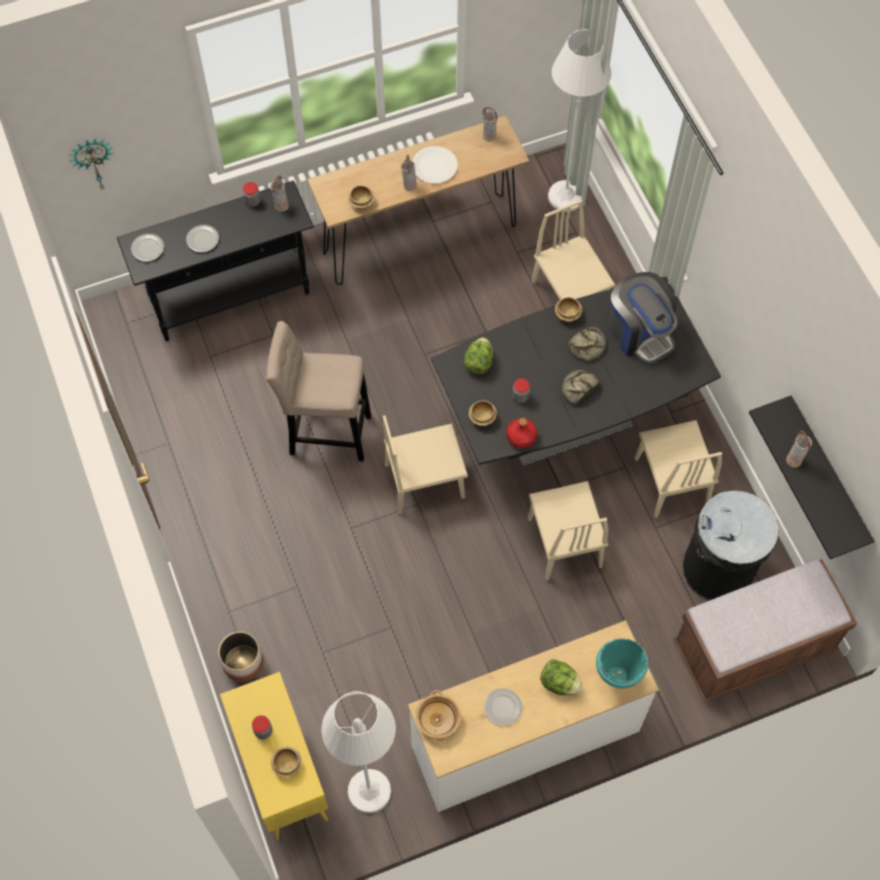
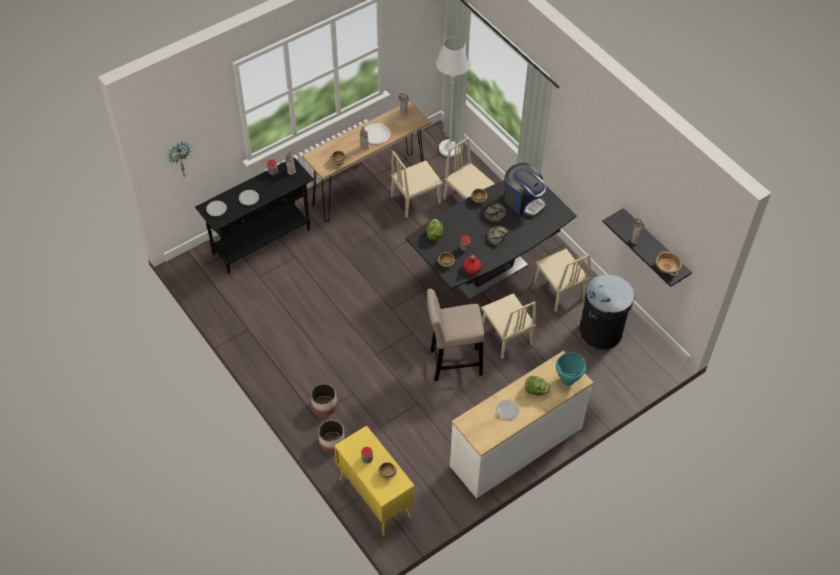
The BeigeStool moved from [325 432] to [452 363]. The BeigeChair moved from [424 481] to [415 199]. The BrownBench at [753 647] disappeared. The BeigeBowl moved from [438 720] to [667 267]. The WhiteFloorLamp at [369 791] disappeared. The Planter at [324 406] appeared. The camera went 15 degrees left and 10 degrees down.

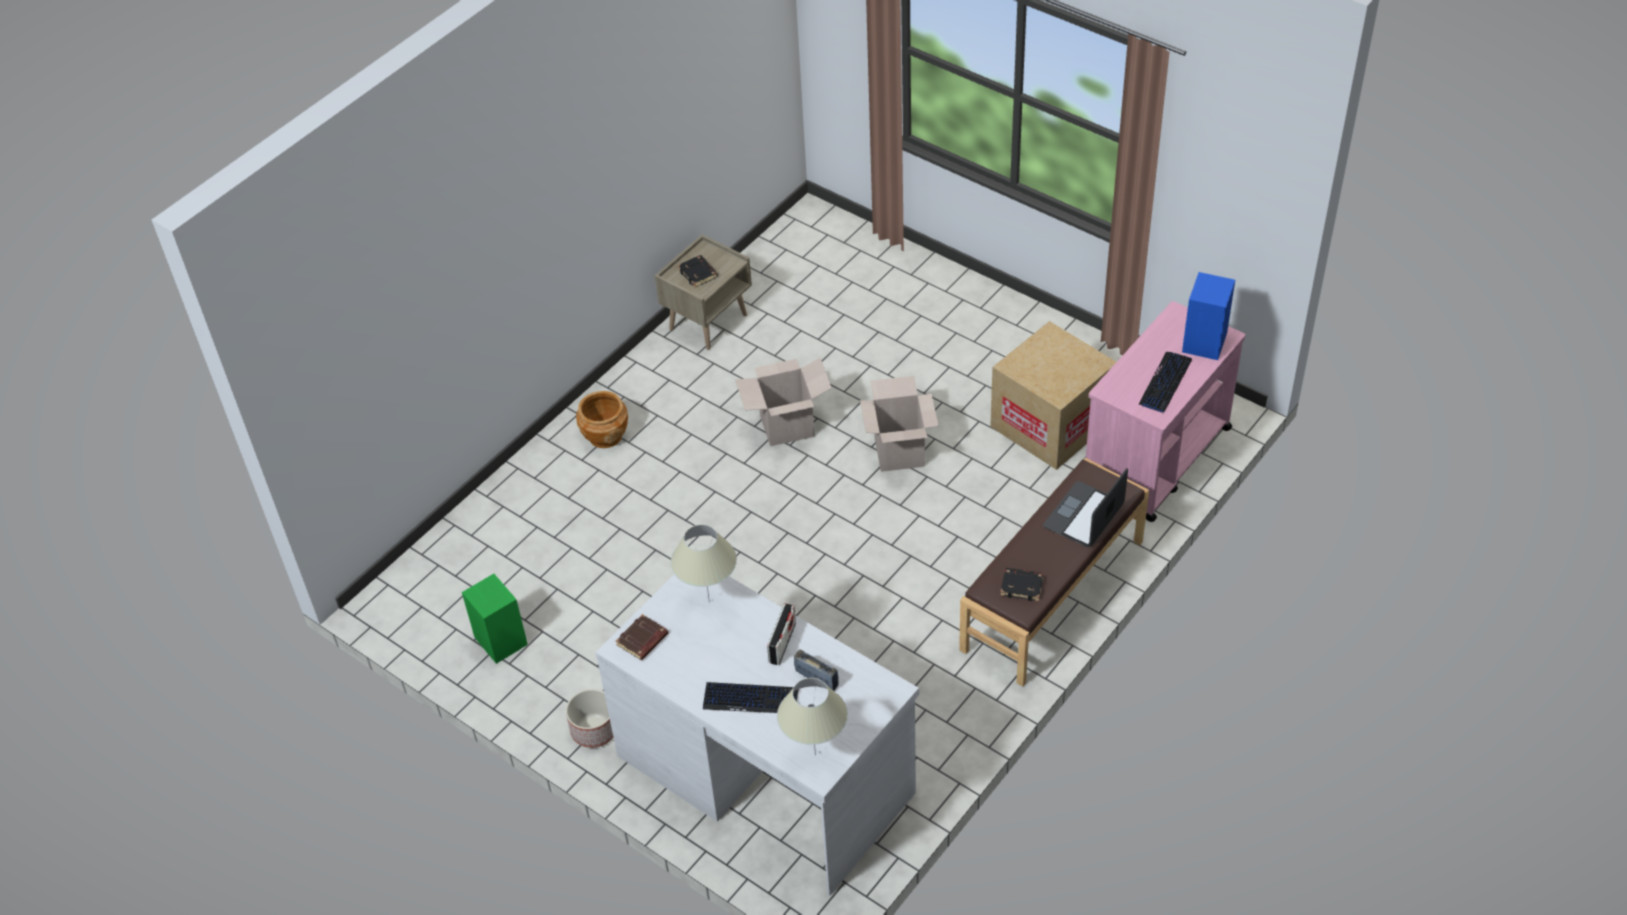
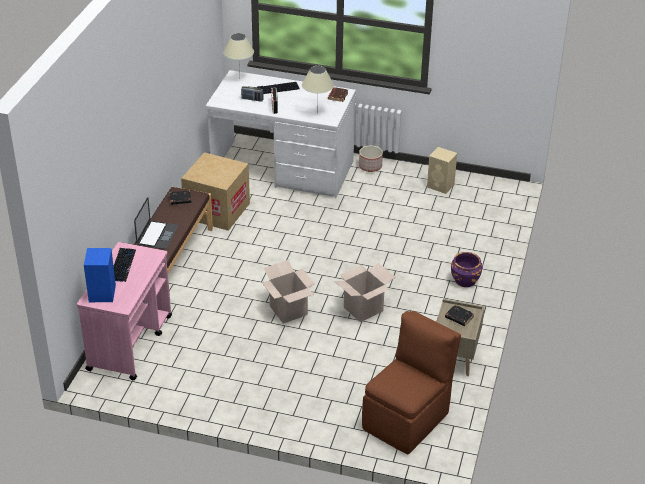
The CardboardBox moved from [1051 424] to [217 211]. The BrownPlanter at [605 435] became the PurplePlanter at [465 280]. The GreenSpeaker at [500 640] became the BeigeSpeaker at [441 186]. The BrownChair at [407 419] appeared. The camera went 155 degrees right and 10 degrees down.

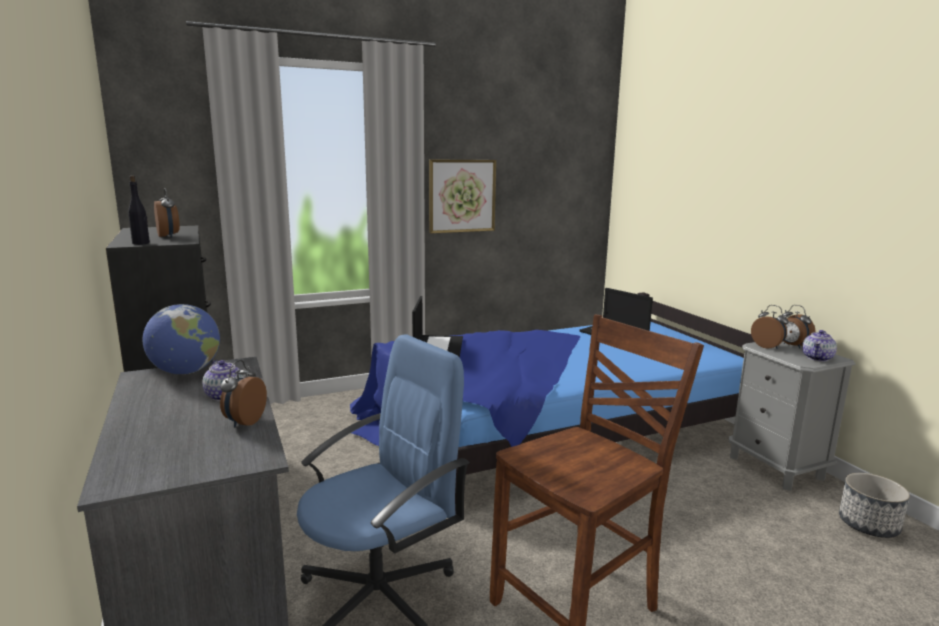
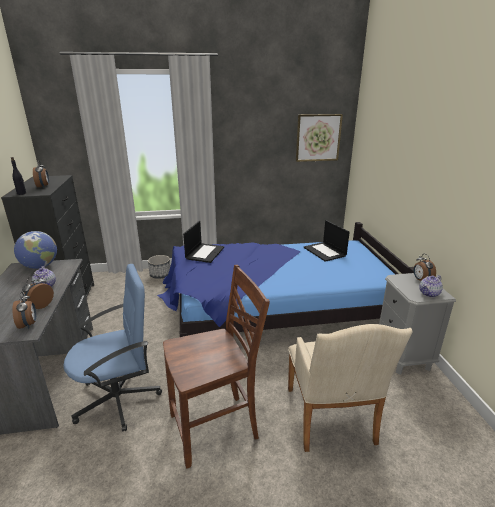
The Picture moved from [462 196] to [318 138]. The AlarmClock moved from [768 346] to [28 324]. The Planter moved from [869 525] to [160 275]. The BeigeArmchair at [331 420] appeared. The camera went 15 degrees right and 10 degrees up.

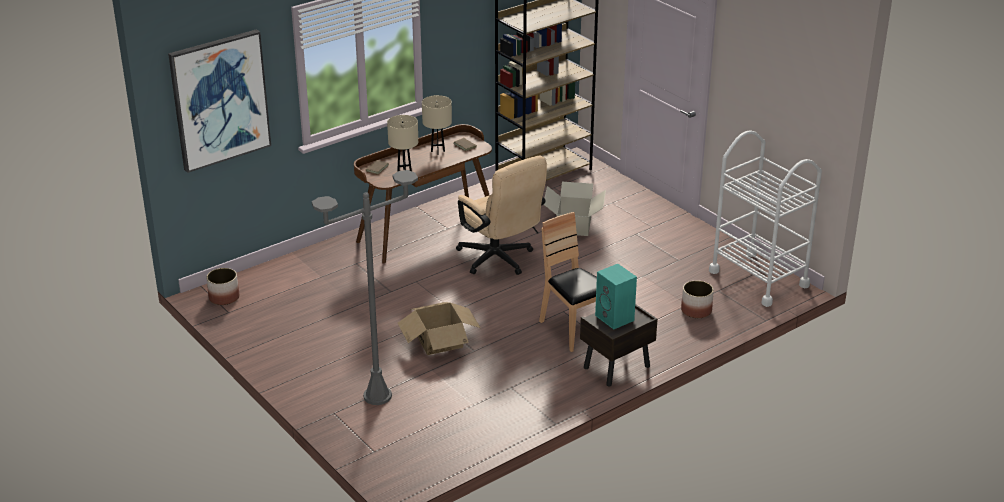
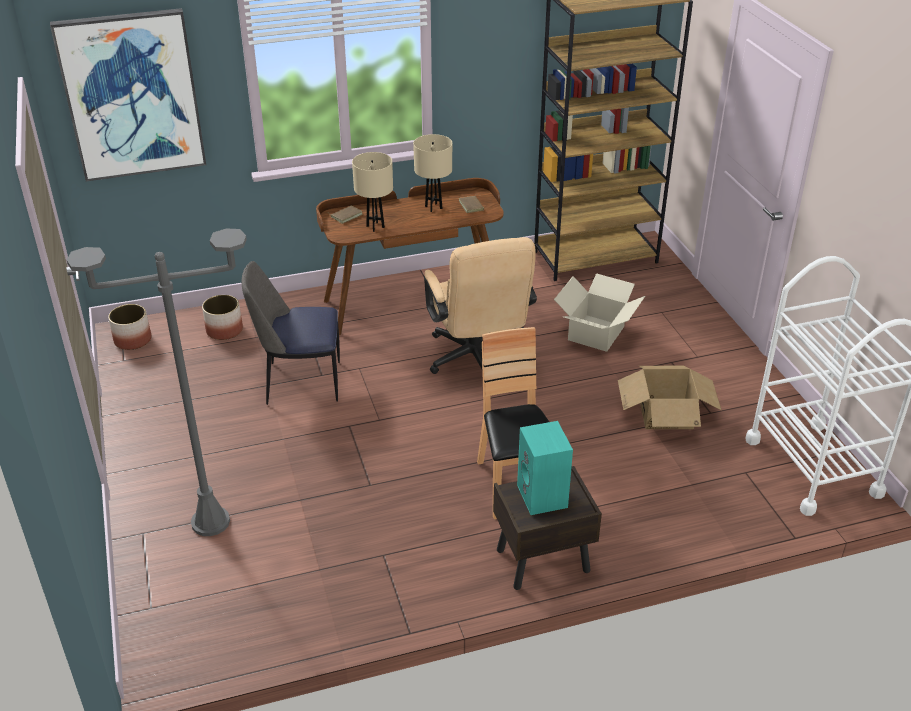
The Planter moved from [696 311] to [224 330]. The CardboardBox moved from [439 341] to [666 414]. The Chair at [300 382] appeared. The camera went 20 degrees right and 5 degrees up.

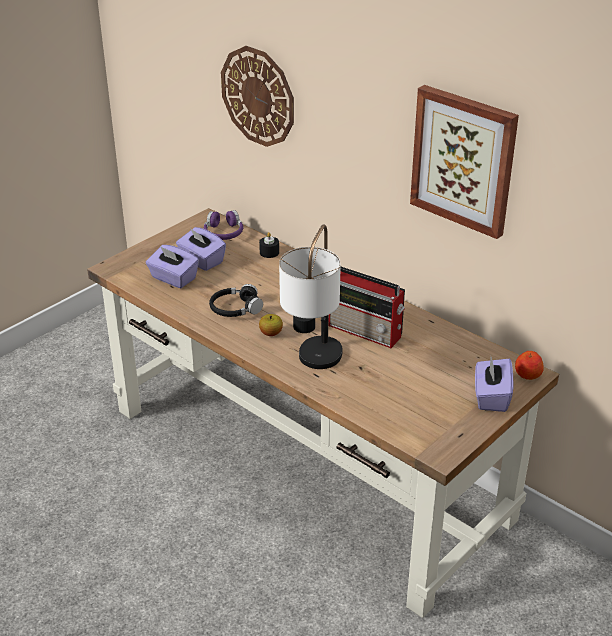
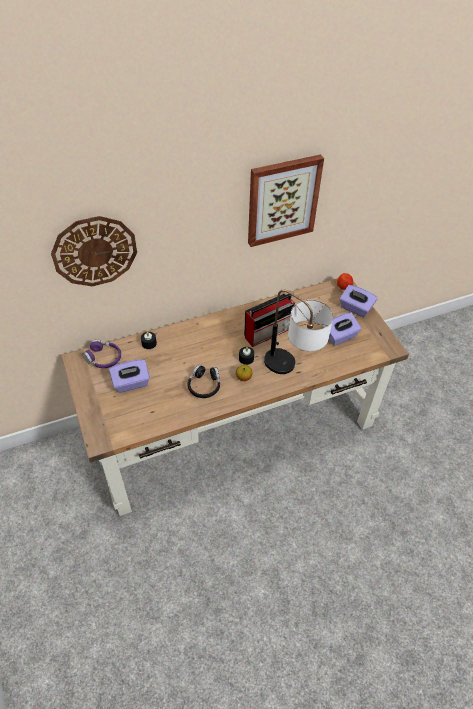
The PurpleTissueBox moved from [173 278] to [340 336]. The camera went 65 degrees left and 15 degrees up.

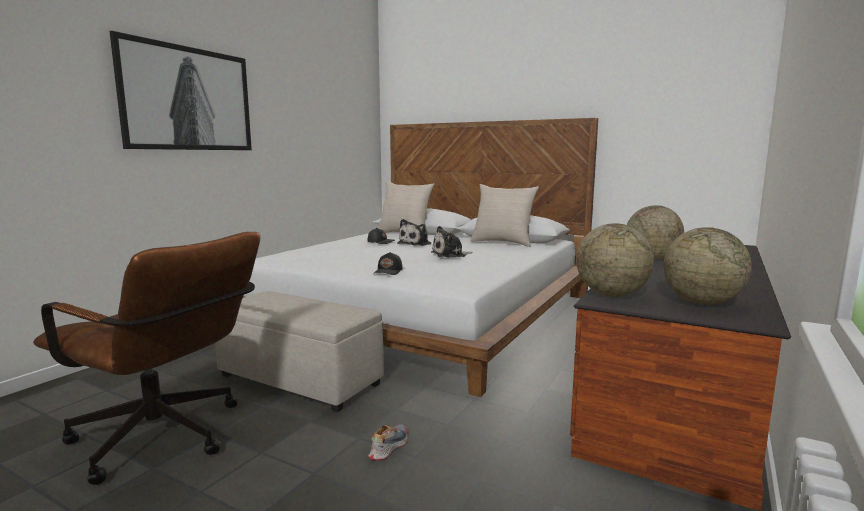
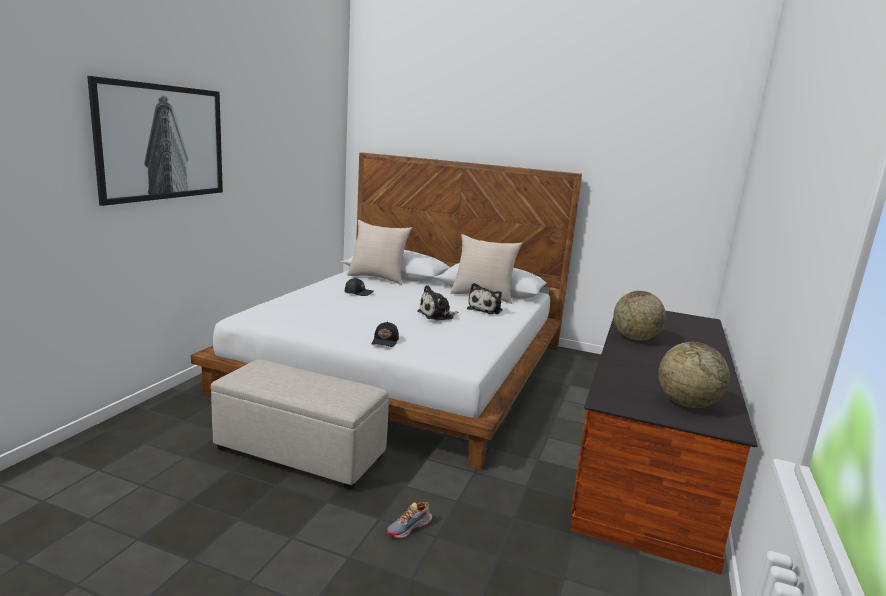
The PlushToy moved from [416 244] to [486 309]. The Globe at [611 295] disappeared. The BrownOfficeChair at [167 439] disappeared. The Shoe at [388 447] turned 150 degrees counterclockwise. The camera went 10 degrees left and 5 degrees up.

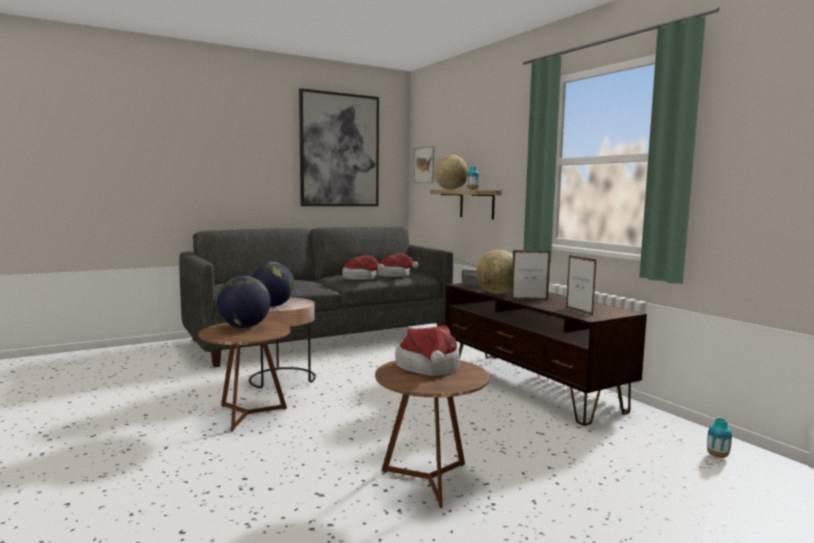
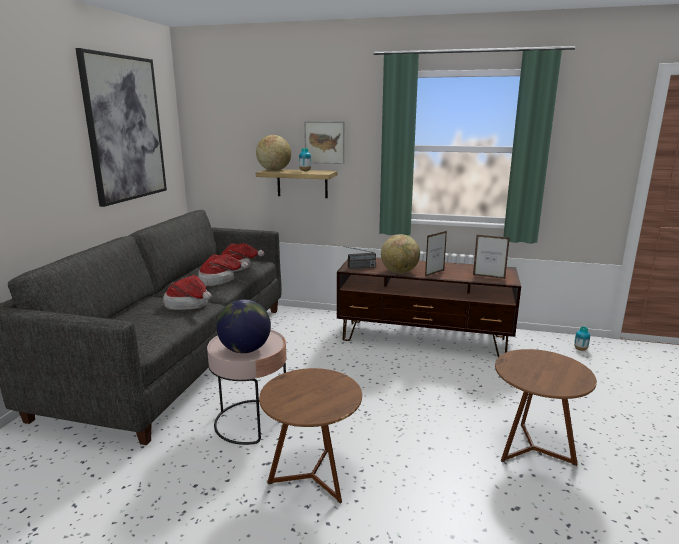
The Picture moved from [424 165] to [324 142]. The Globe at [244 327] disappeared. The Hat moved from [428 368] to [190 305]. The camera went 45 degrees left and 10 degrees up.

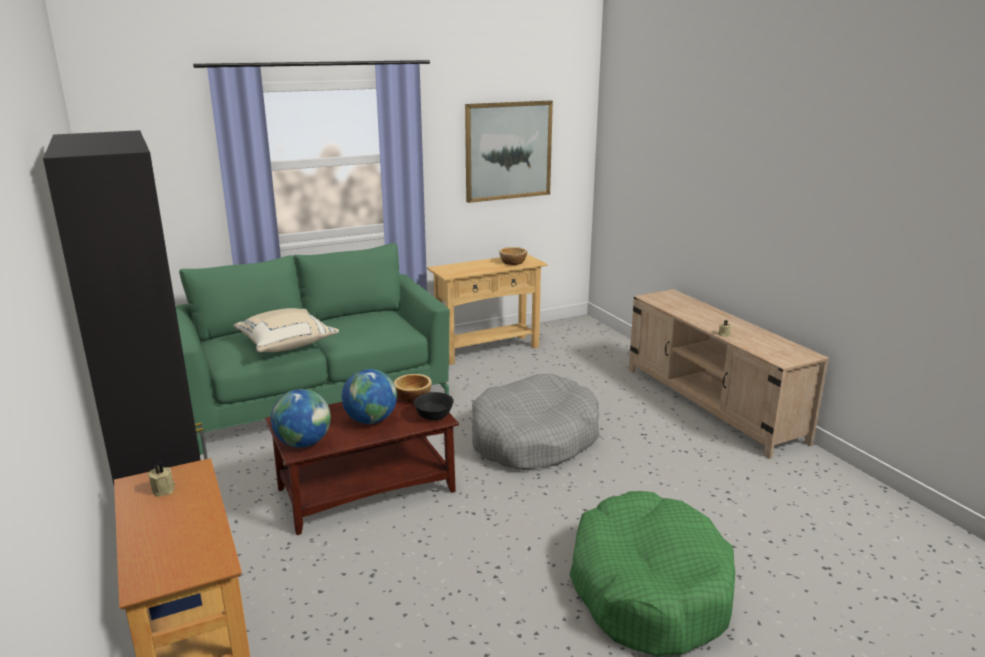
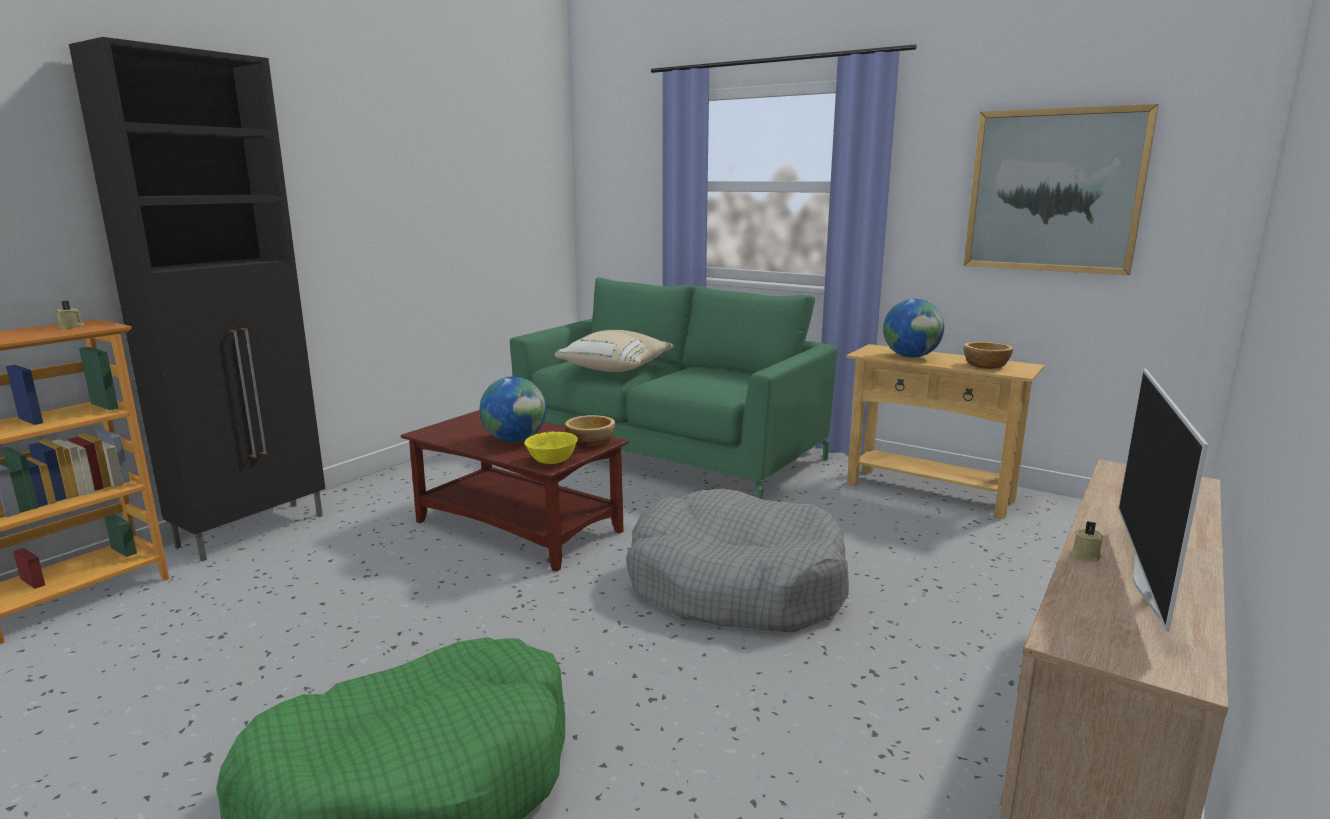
The Globe moved from [303 443] to [910 357]. The BlackBowl at [434 417] became the YellowBowl at [551 461]. The Television at [1149 585] appeared. The camera went 60 degrees right and 5 degrees down.

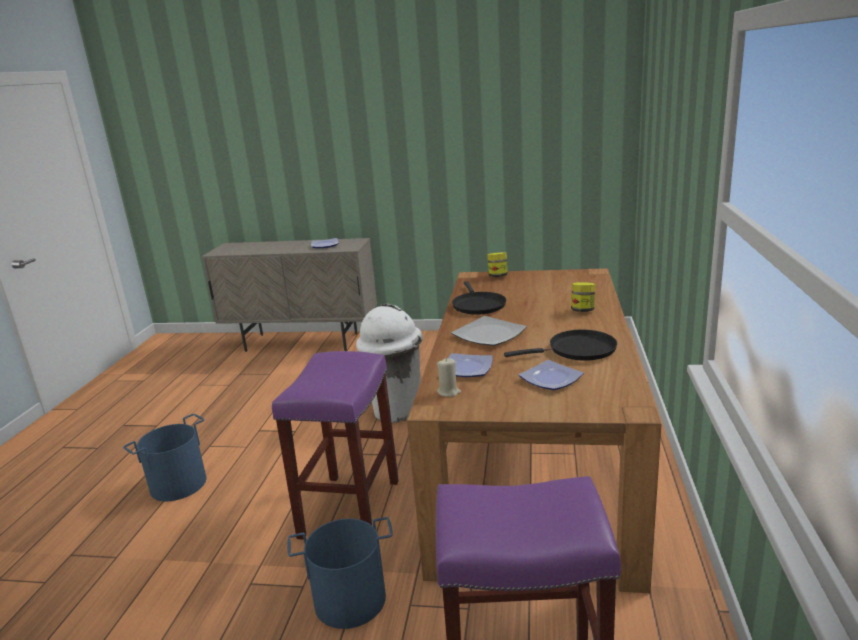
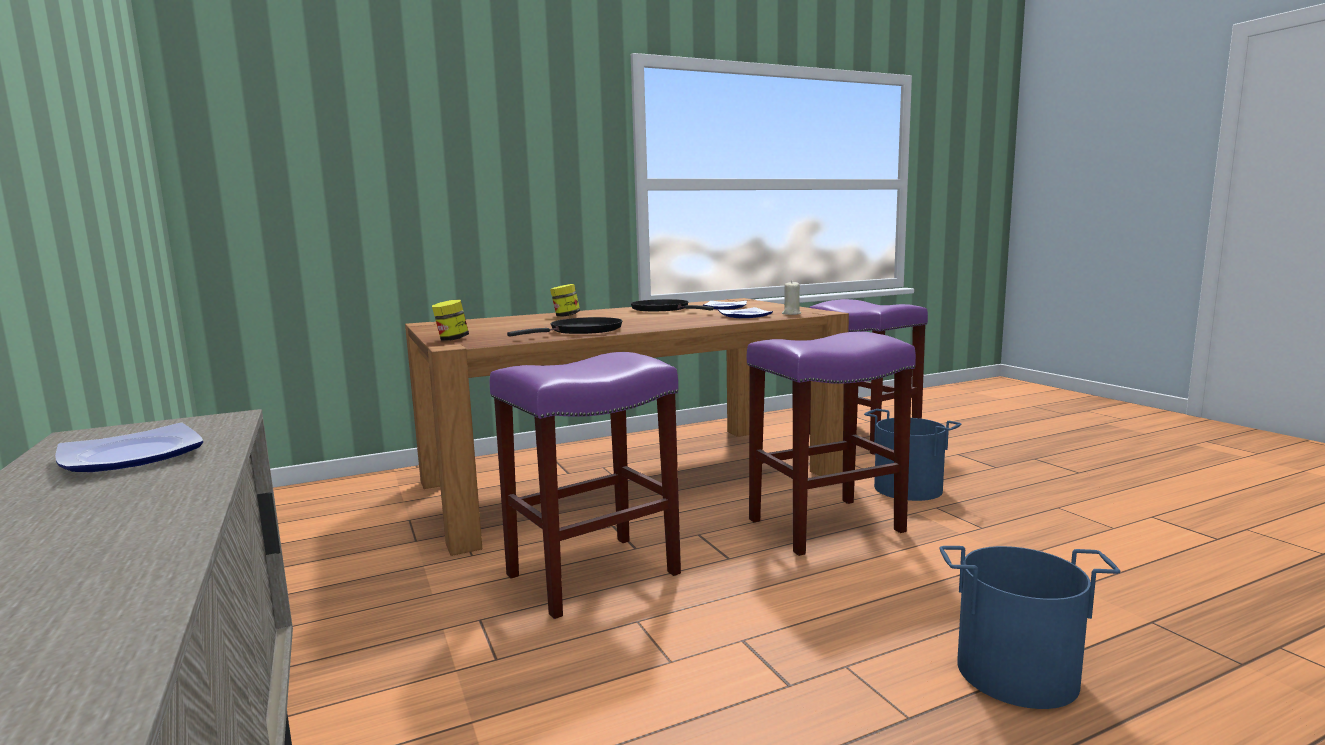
The WhiteTrashCan at [396 410] was replaced by the PurpleStool at [591 575]. The Plate at [490 334] disappeared. The camera went 125 degrees left and 10 degrees down.

